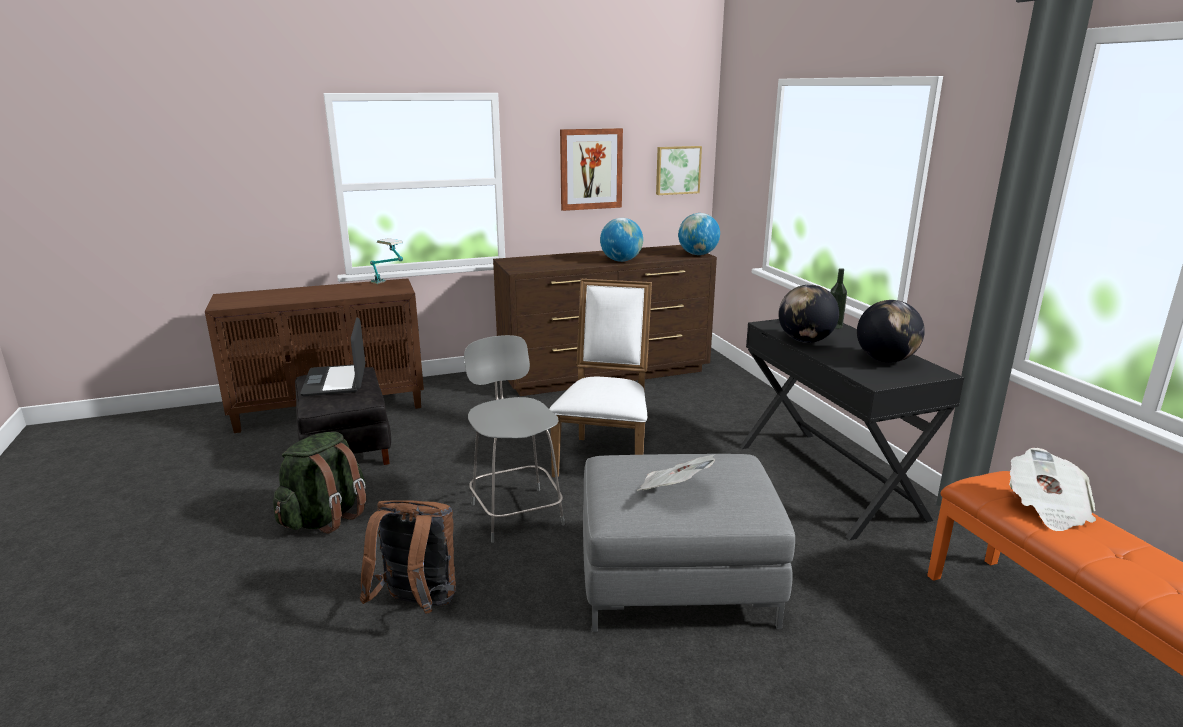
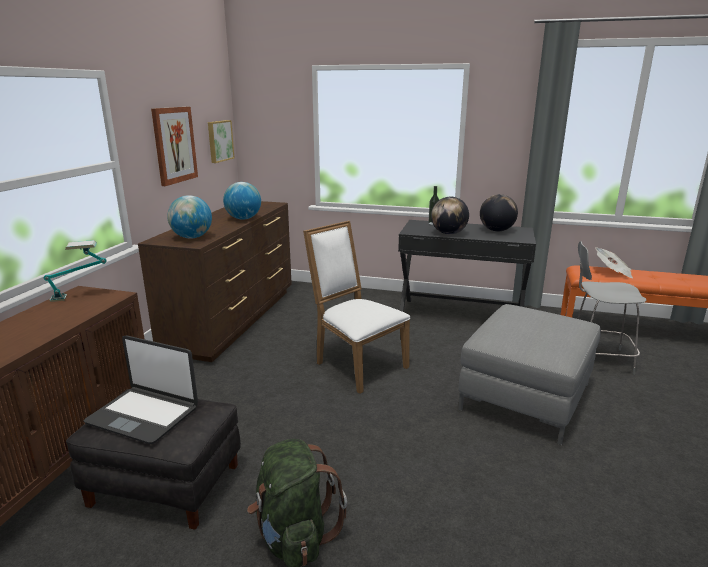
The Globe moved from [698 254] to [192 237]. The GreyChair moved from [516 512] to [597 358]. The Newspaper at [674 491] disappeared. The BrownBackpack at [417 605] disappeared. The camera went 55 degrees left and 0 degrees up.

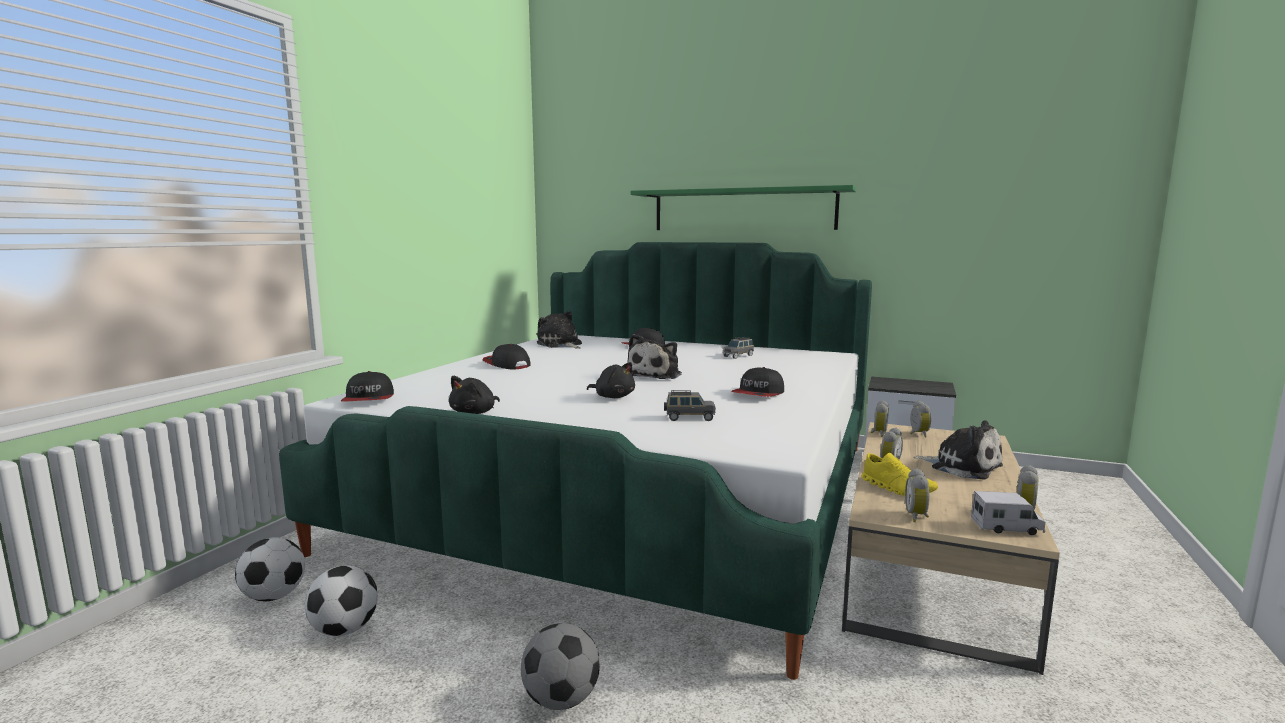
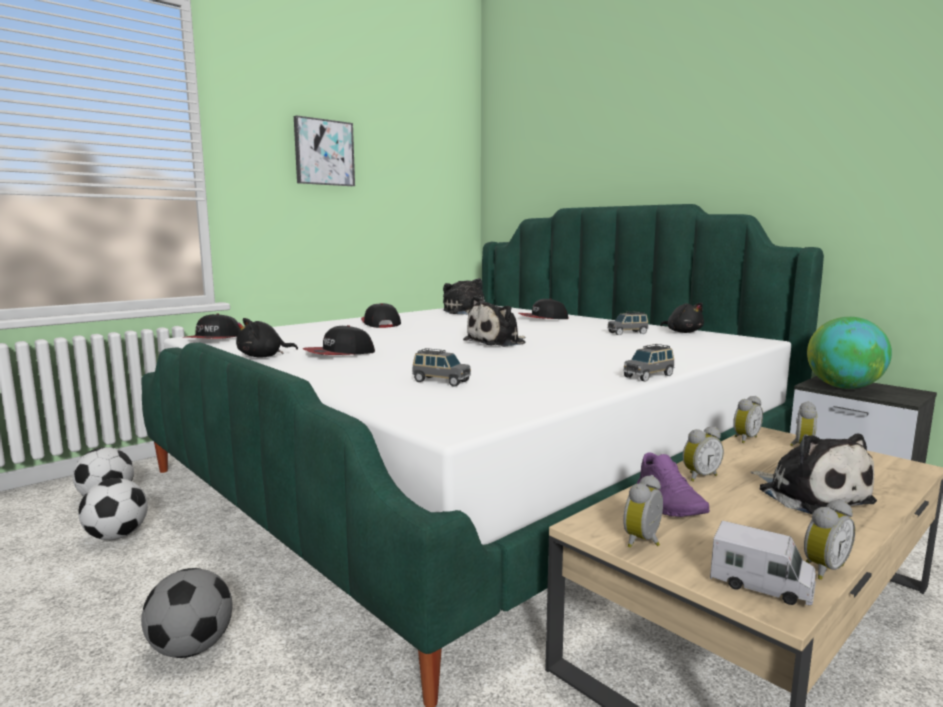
The GreenShelf at [743 210] disappeared. The BlackPlushToy moved from [613 397] to [683 332]. The Cap moved from [759 394] to [339 354]. The YellowShoe at [897 488] became the PurpleShoe at [669 504]. The Picture at [323 152] appeared. The Globe at [843 387] appeared. The GreyToyCar at [649 376] appeared. The camera went 25 degrees right and 0 degrees up.

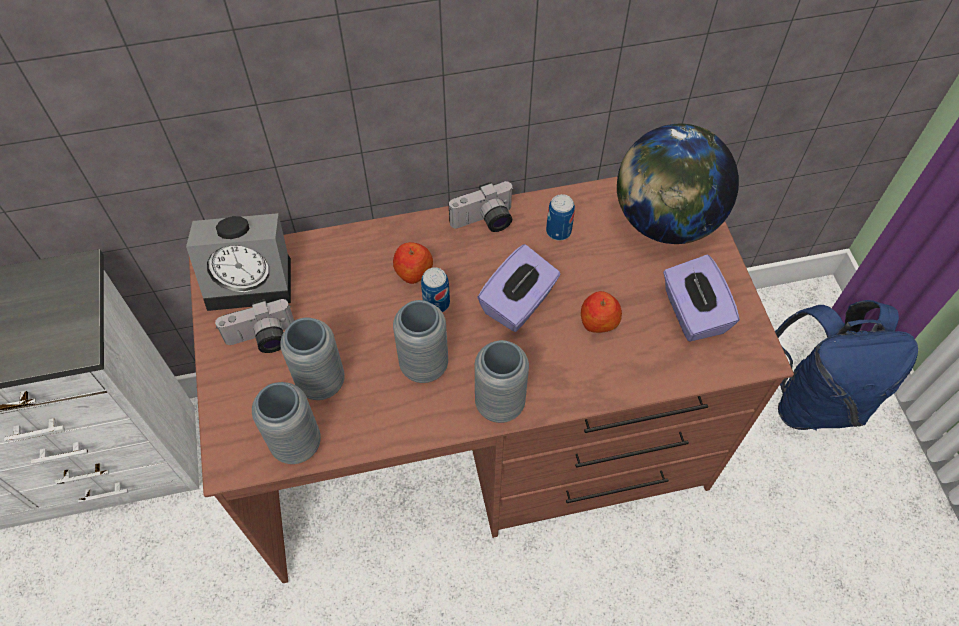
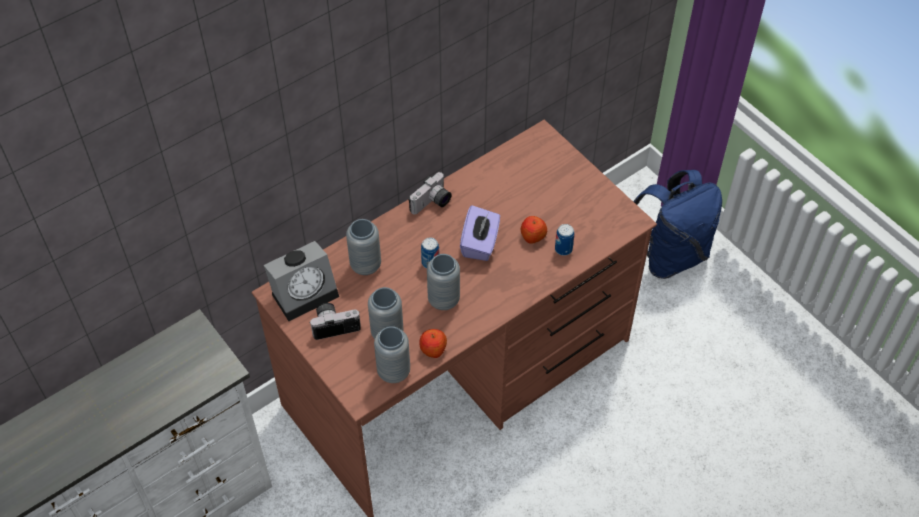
The Globe at [665 220] disappeared. The Can moved from [558 231] to [563 249]. The Apple moved from [413 271] to [433 349]. The PurpleTissueBox at [692 313] disappeared. The PhotoCamera at [262 339] turned 150 degrees counterclockwise. The GreyVase moved from [499 404] to [365 265]. The camera went 25 degrees left and 5 degrees down.

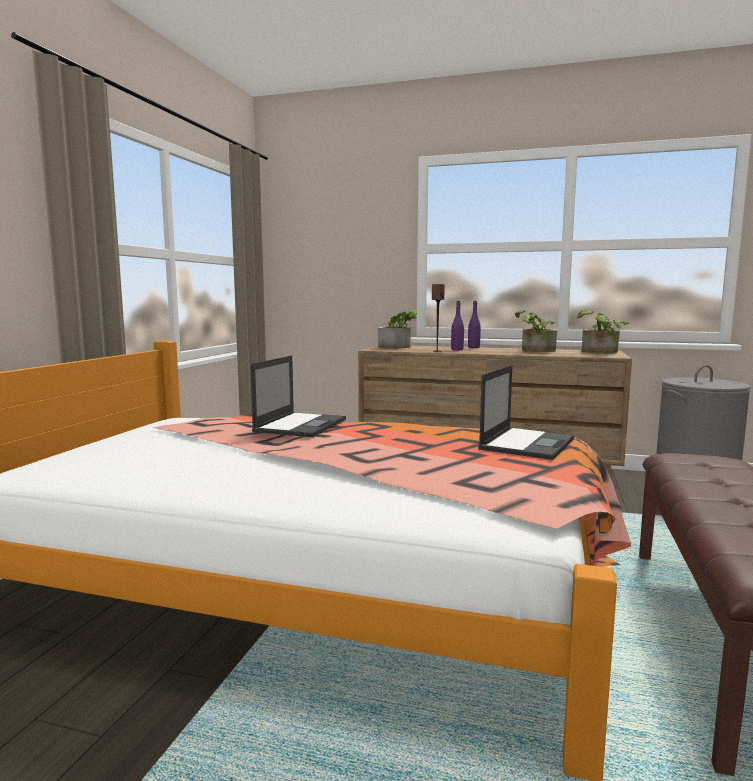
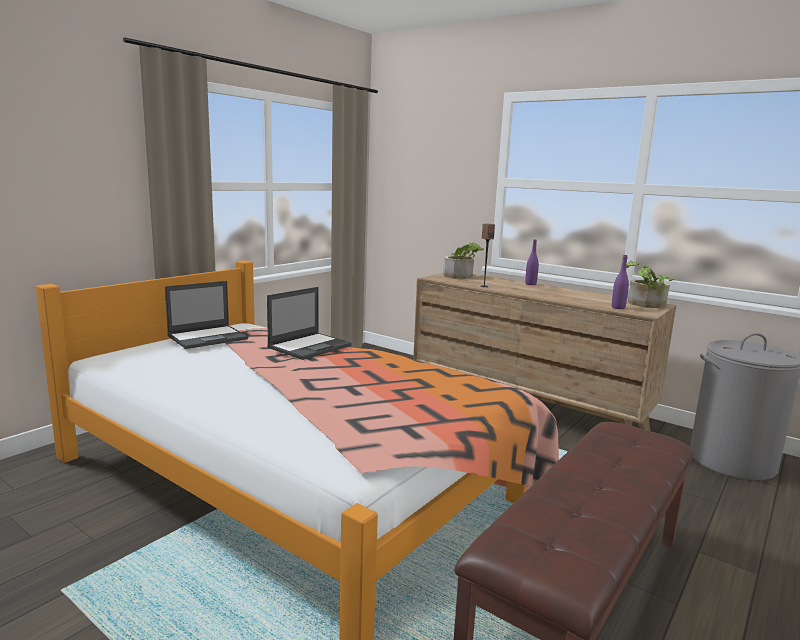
The PurpleBottle moved from [457 349] to [618 308]. The PottedPlant at [535 350] disappeared. The Laptop moved from [527 443] to [208 337]. The camera went 20 degrees right and 5 degrees up.

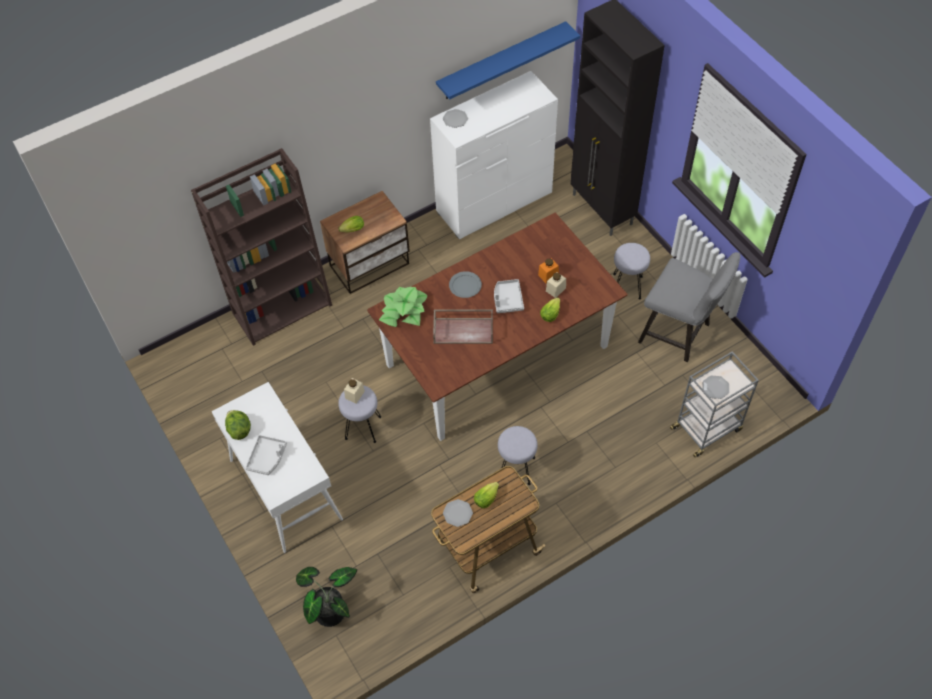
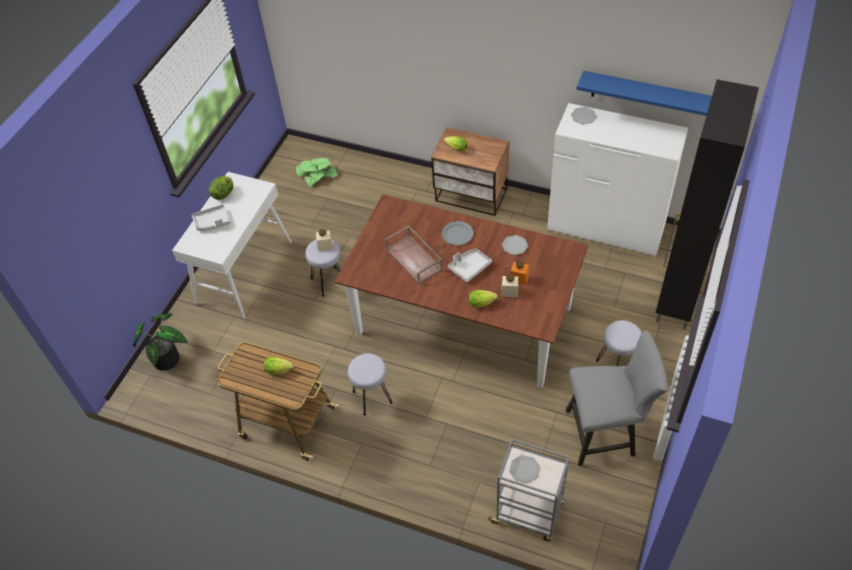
The BrownBookcase at [282 308] disappeared. The GreyChair at [679 334] turned 90 degrees counterclockwise. The PottedPlant moved from [403 311] to [316 174]. The Plate moved from [458 513] to [515 246]. The camera went 55 degrees right and 5 degrees down.

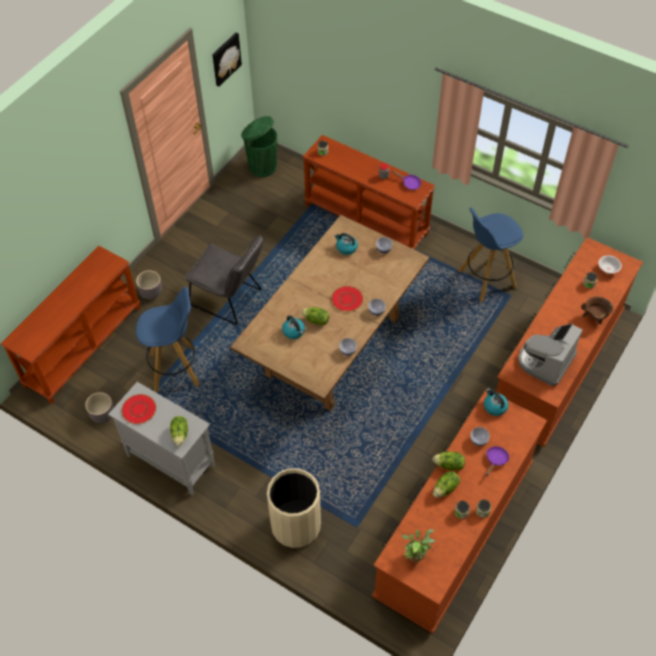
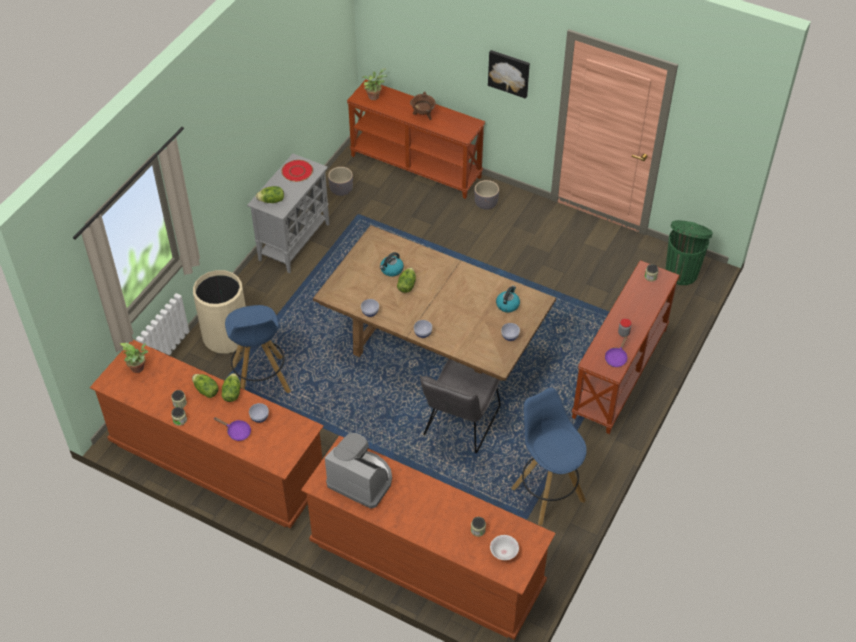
The Picture moved from [225 58] to [509 73]. The GreyChair moved from [230 299] to [459 425]. The RedPlate at [347 299] disappeared. The BlueStool moved from [176 369] to [261 380]. The BrownCookingPot moved from [594 318] to [423 115]. The Kettle at [494 406] disappeared. The PottedPlant at [374 96] appeared. The camera went 85 degrees right and 5 degrees down.

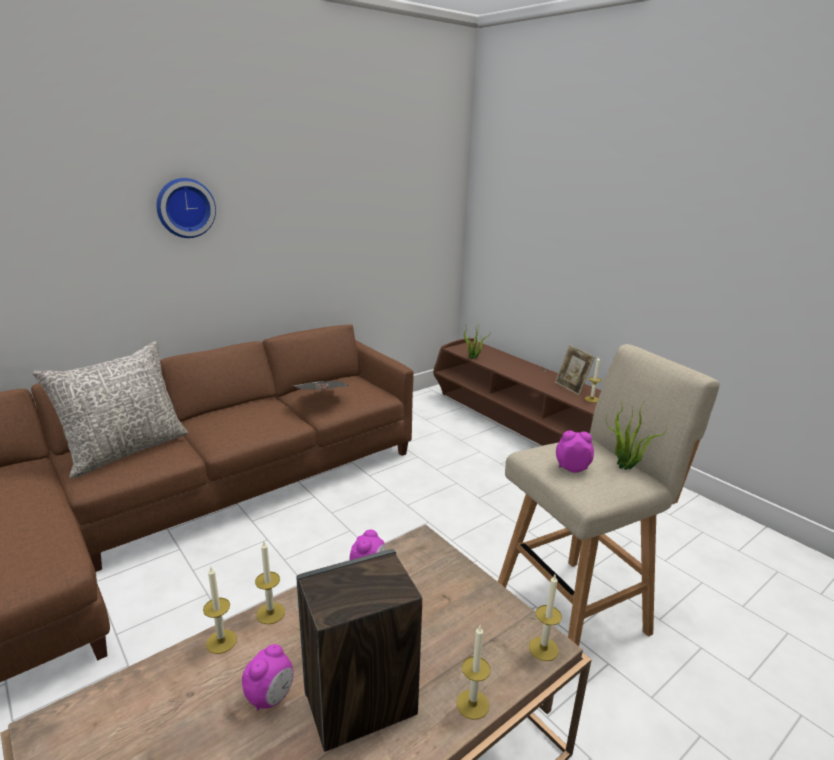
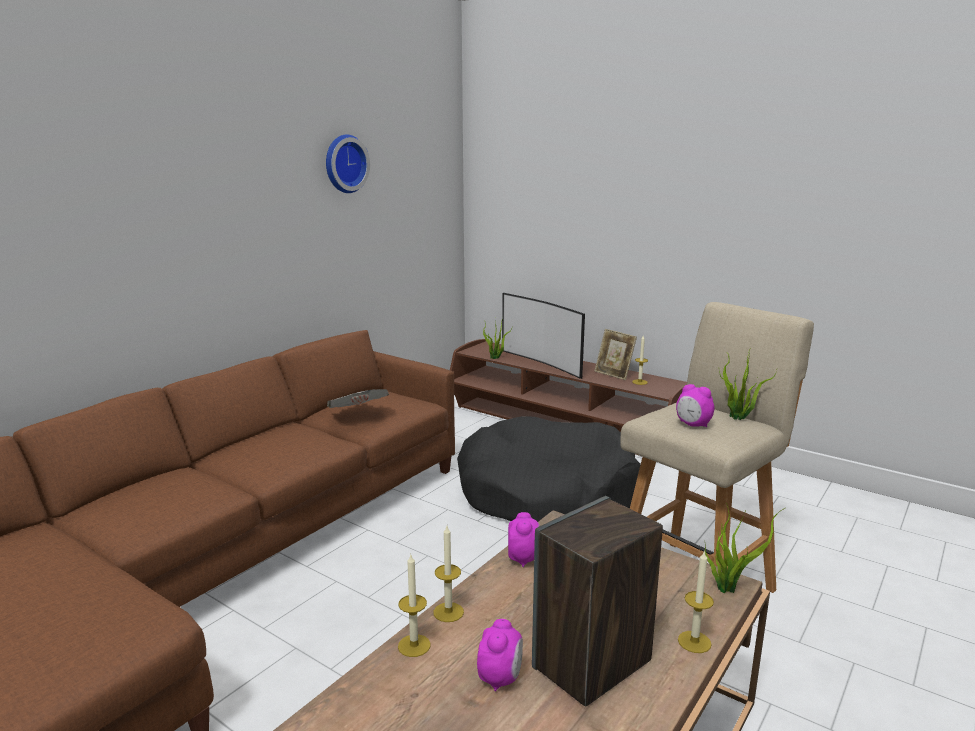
The WallClock moved from [185 207] to [344 164]. The GreyPillow at [126 450] disappeared. The AlarmClock at [572 468] turned 135 degrees counterclockwise. The Candle at [543 648] was replaced by the PottedPlant at [729 588]. The Television at [543 363] appeared. The BlackDogBed at [547 493] appeared. The camera went 15 degrees left and 5 degrees down.

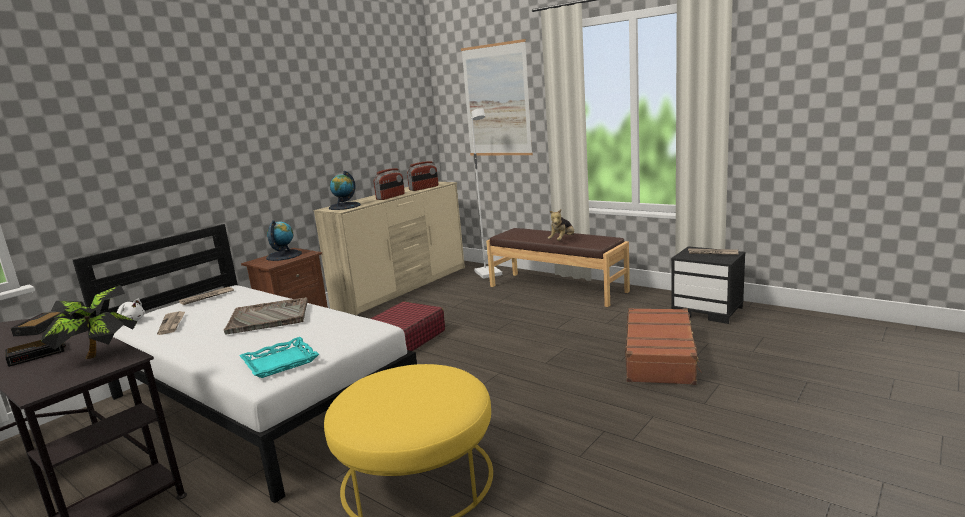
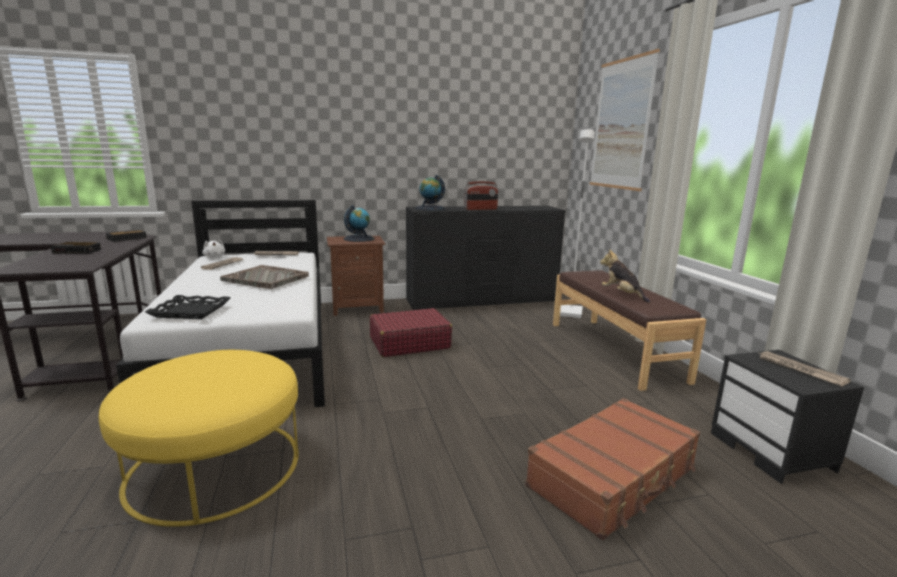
The Radio at [424 188] disappeared. The BeigeDresser at [403 287] became the BlackDresser at [482 300]. The PlushToy at [562 240] turned 75 degrees clockwise. The PottedPlant at [100 356] disappeared. The TurquoiseTray at [280 362] became the BlackTray at [190 311]. The camera went 35 degrees right and 0 degrees up.

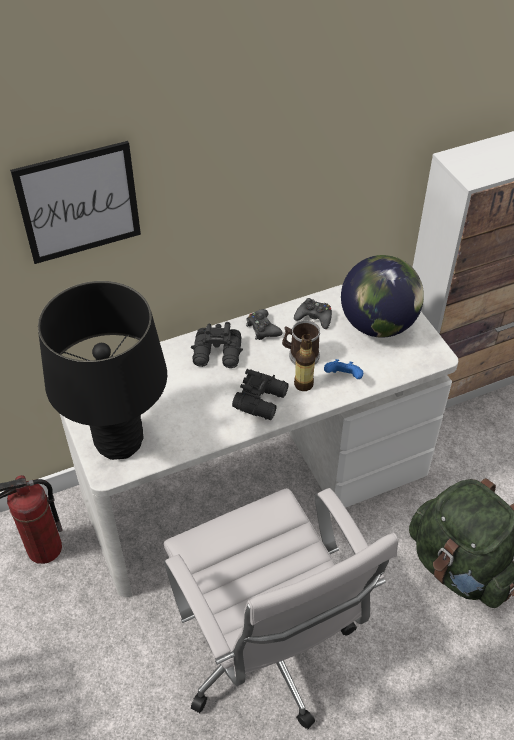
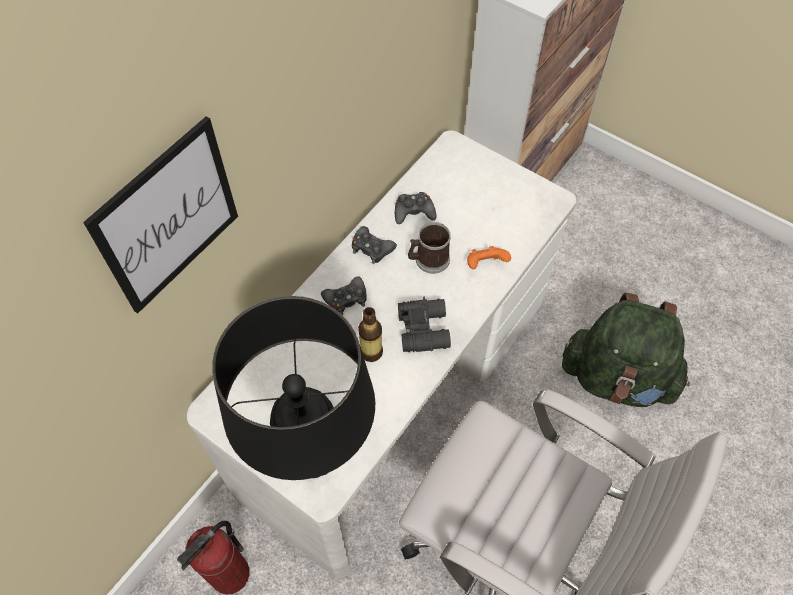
The Globe at [378 324] disappeared. The BlackBinoculars at [218 354] was replaced by the BlackGameController at [346 299]. The Bottle moved from [303 384] to [371 352]. The BlueGameController at [343 377] became the OrangeGameController at [485 264]. The camera went 30 degrees left and 10 degrees up.

